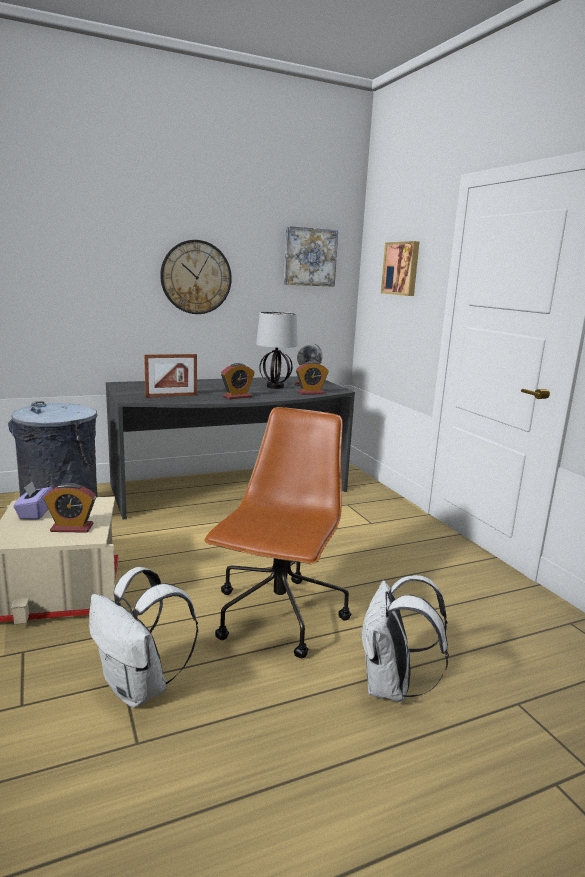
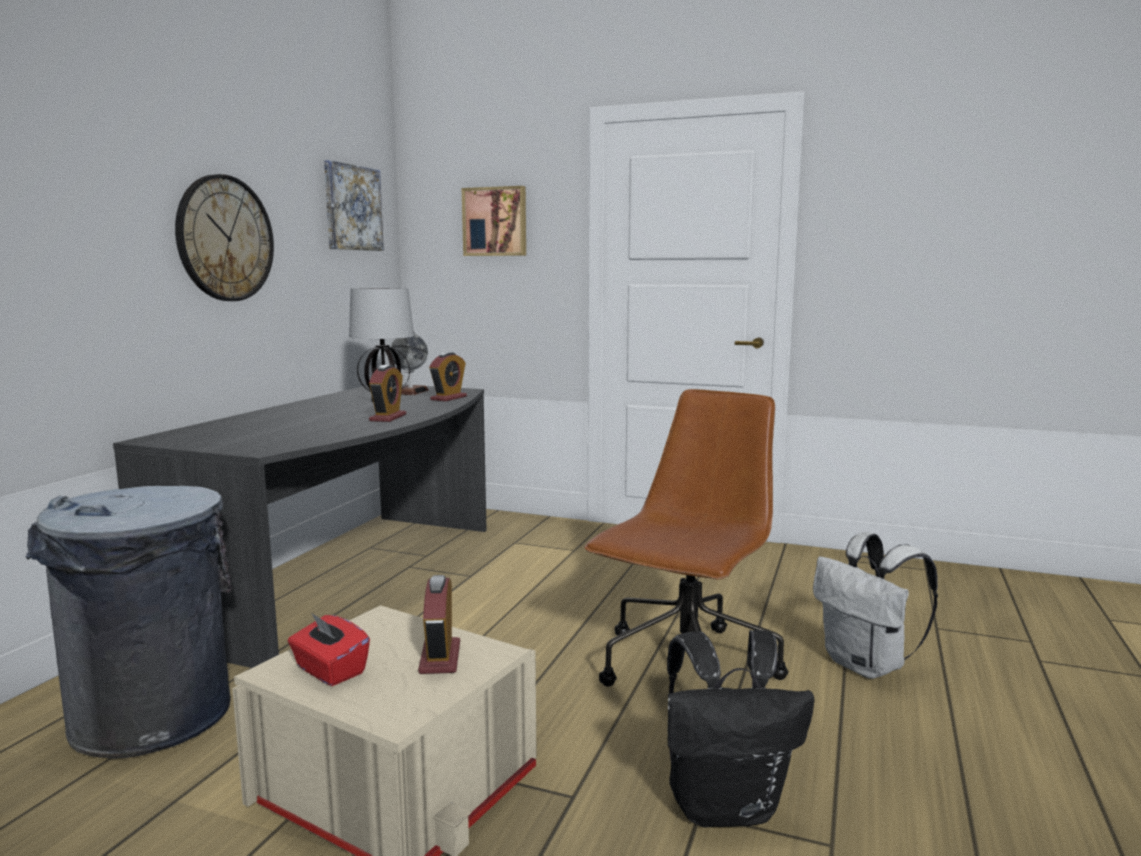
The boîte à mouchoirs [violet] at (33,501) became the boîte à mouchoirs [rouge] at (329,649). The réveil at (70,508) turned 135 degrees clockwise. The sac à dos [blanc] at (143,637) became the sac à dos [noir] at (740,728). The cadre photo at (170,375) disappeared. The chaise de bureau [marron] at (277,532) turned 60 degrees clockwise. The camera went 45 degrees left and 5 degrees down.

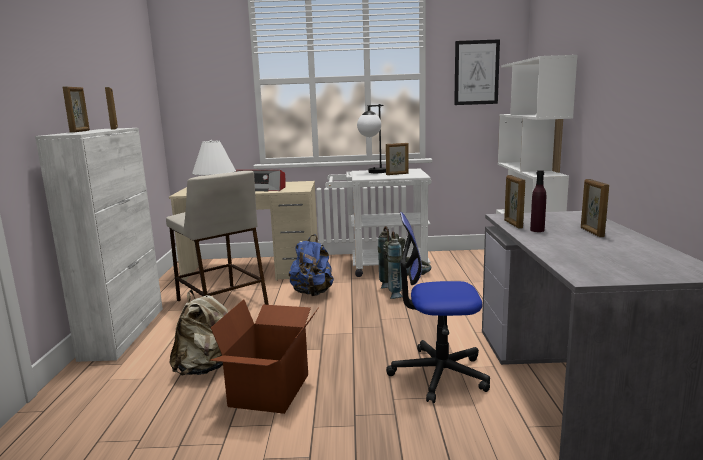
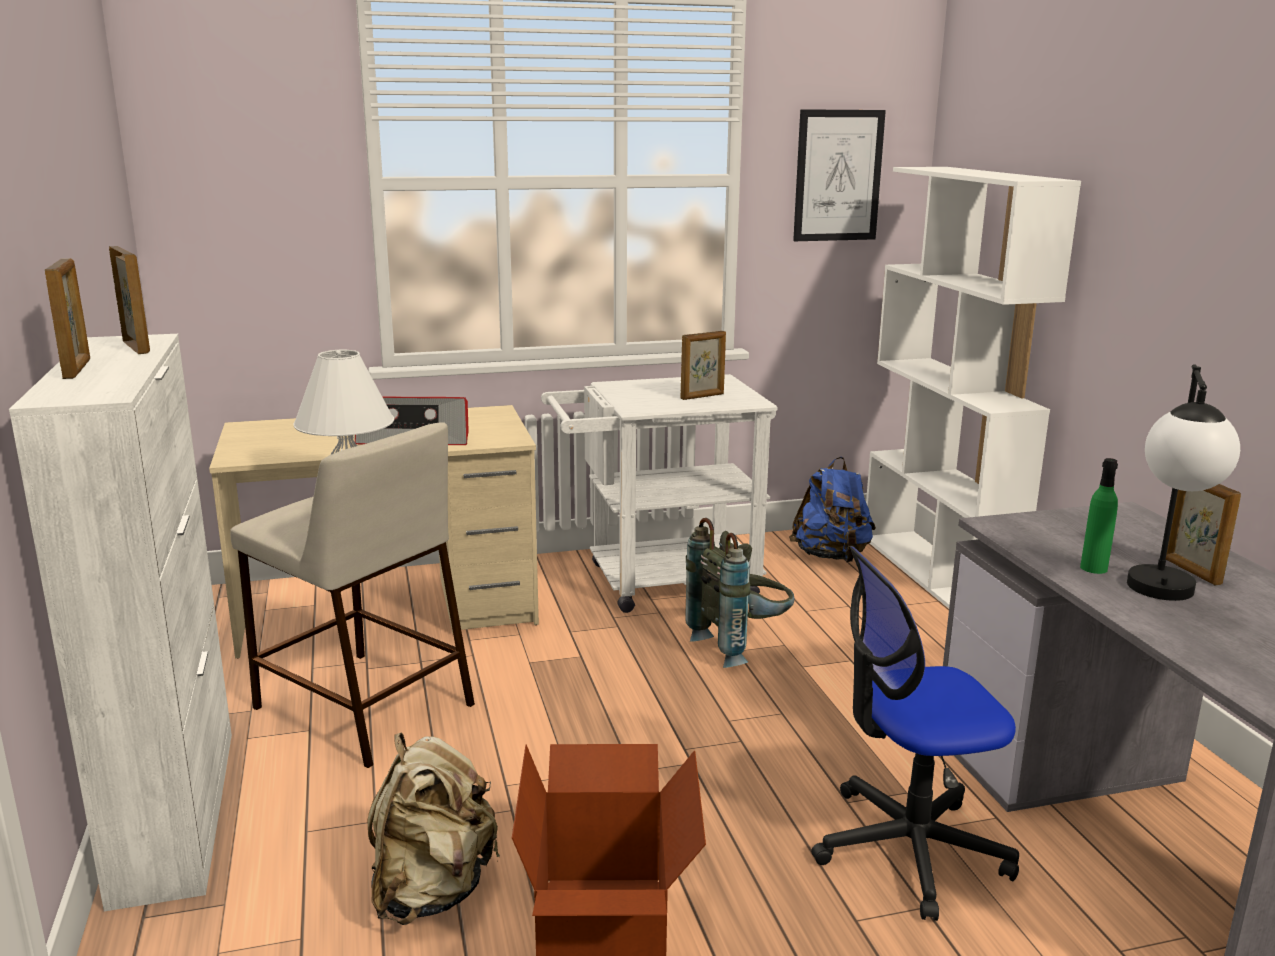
The sac à dos [bleu] moved from (311,265) to (832,509). The lampe de table moved from (371,138) to (1183,482). The cadre photo at (514,202) disappeared. The bouteille [violet] at (538,201) became the bouteille [vert] at (1099,516). The camera went 15 degrees left and 5 degrees up.

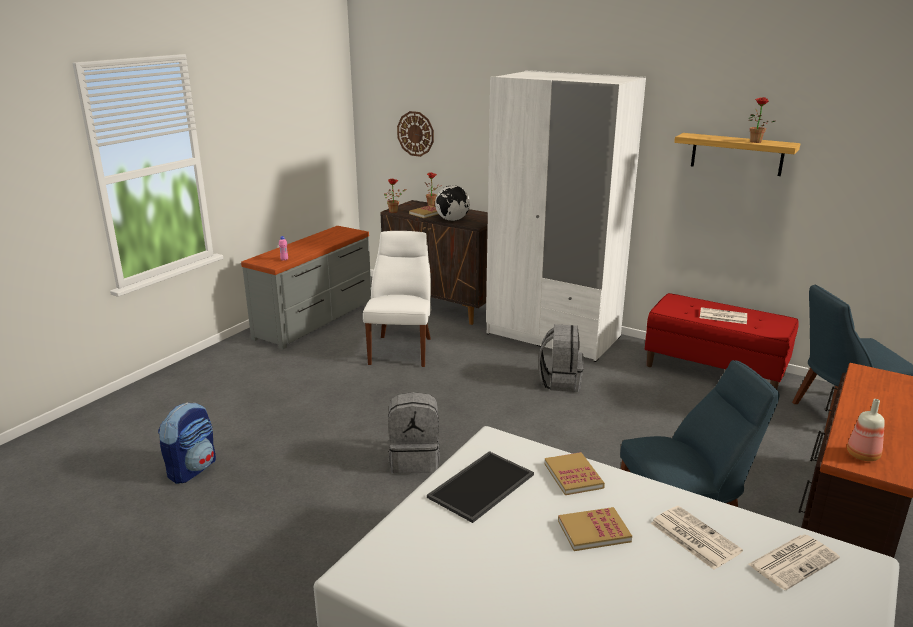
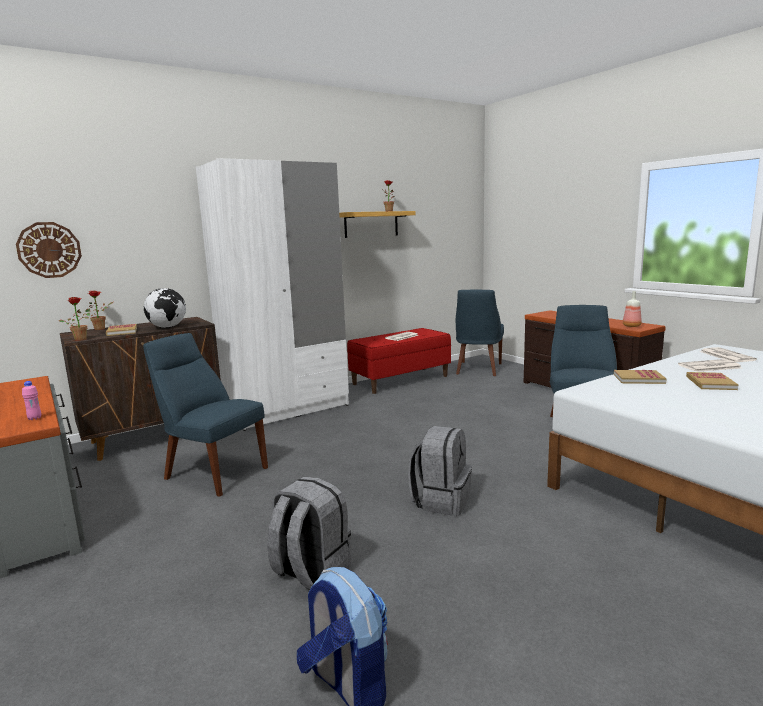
The chaise [blanc] at (397,299) became the chaise [bleu] at (205,415). The plateau at (480,487) disappeared. The sac à dos [gris] moved from (561,358) to (309,533). The camera went 65 degrees left and 10 degrees down.

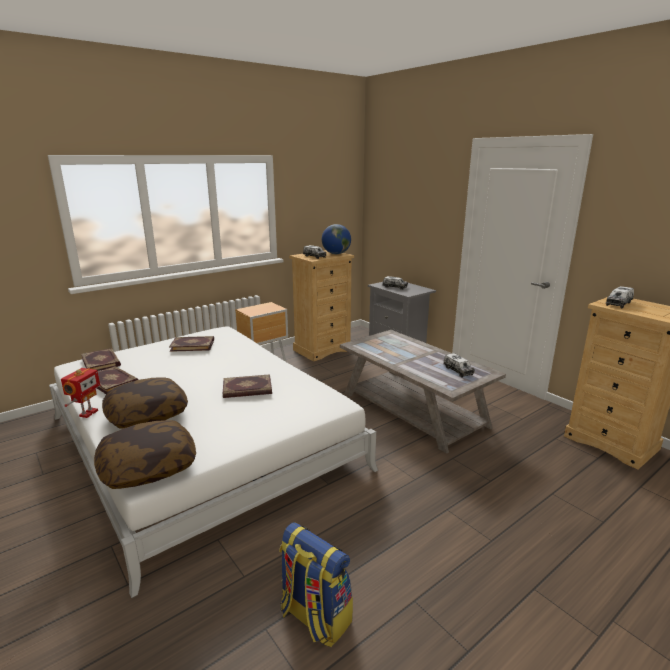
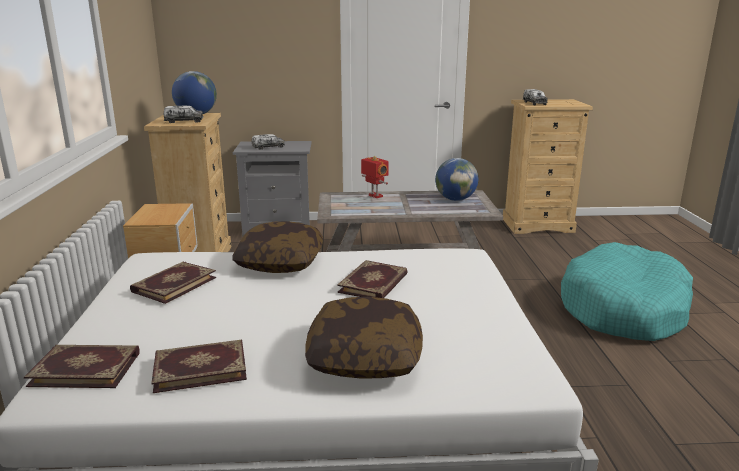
The robot jouet moved from (81,393) to (375,177). The coussin moved from (145,454) to (277,247). The sac à dos at (316,584) disappeared. The camion jouet at (459,365) was replaced by the globe at (456,179). The panier pour chien [turquoise] at (627,291) appeared. The camera went 55 degrees left and 0 degrees up.

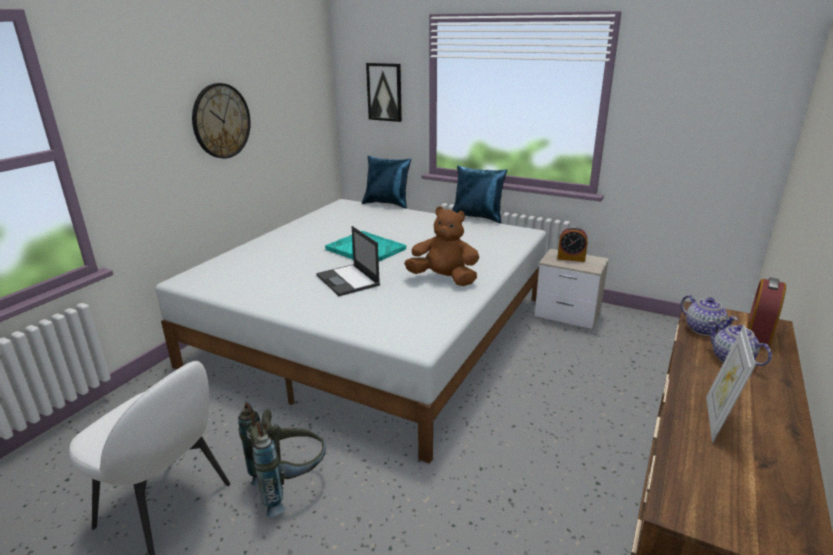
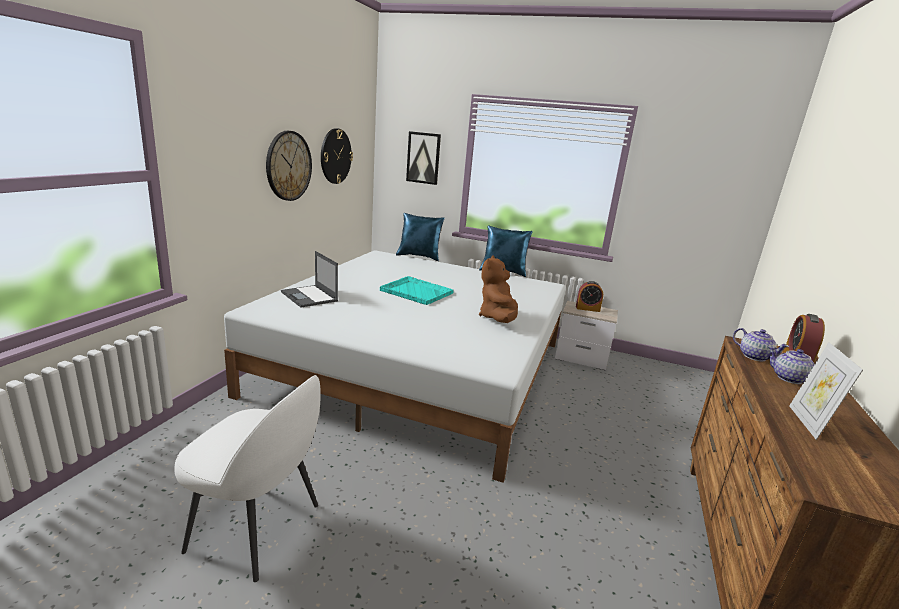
The sac à dos [gris] at (282,460) disappeared. The ordinateur portable moved from (348,261) to (309,279). The peluche [marron] at (441,246) turned 90 degrees counterclockwise. The horloge murale at (337,156) appeared. The camera went 10 degrees left and 5 degrees down.

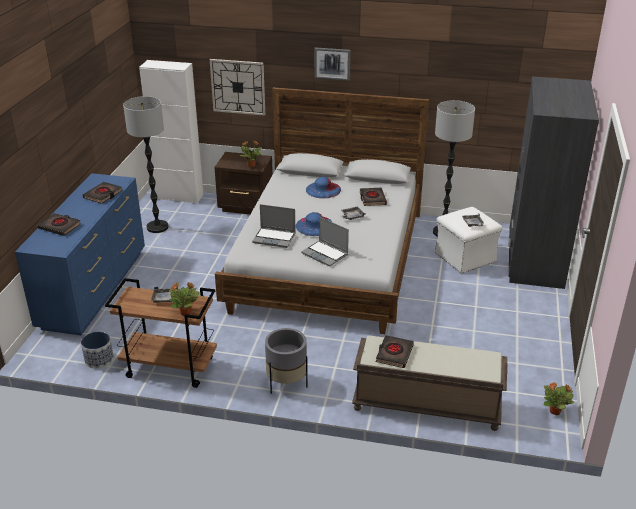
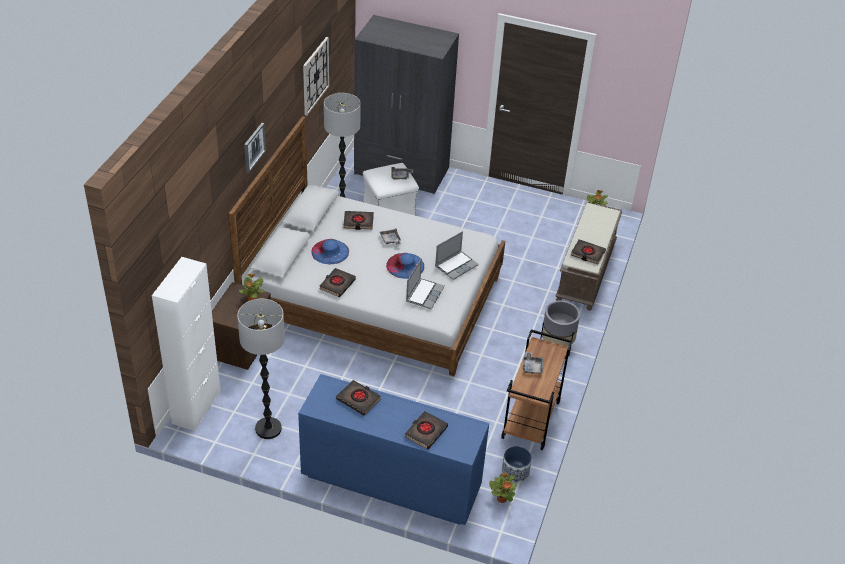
The plante en pot moved from (184,299) to (502,487). The horloge murale moved from (237,87) to (316,76). The livre [noir] at (337,282) appeared. The camera went 85 degrees left and 10 degrees up.

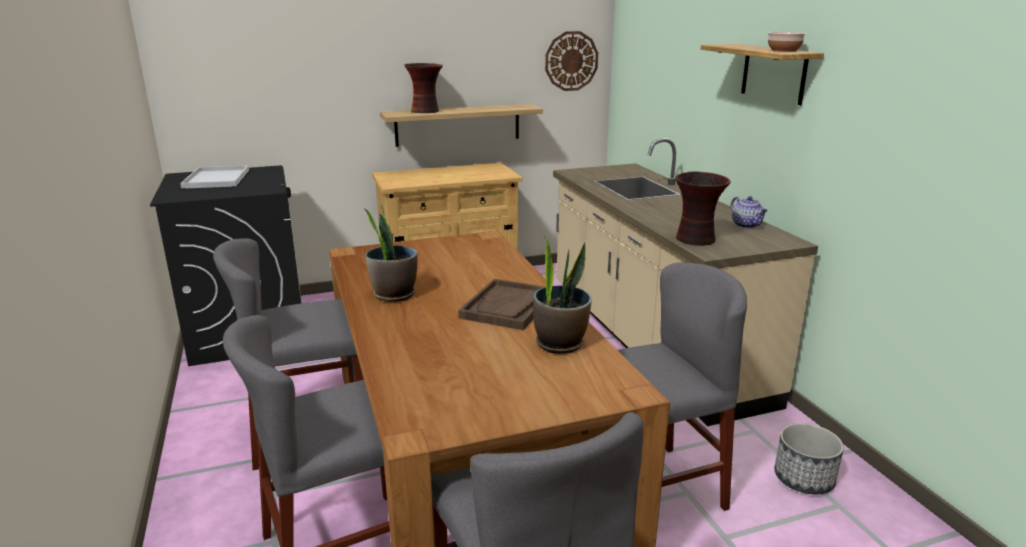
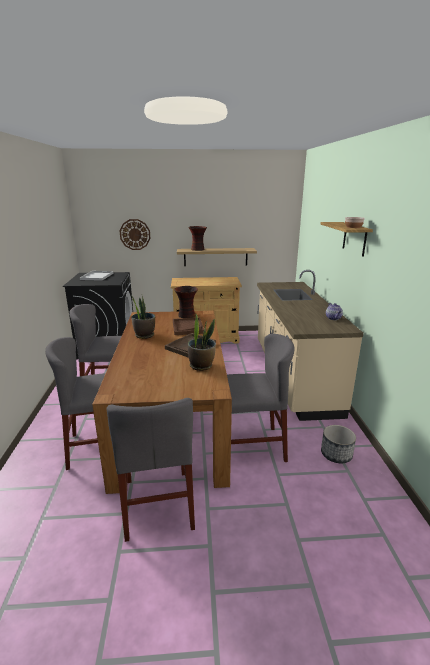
The horloge murale moved from (571,61) to (135,234). The vase moved from (703,208) to (186,302). The plateau [marron] at (188,326) appeared. The camera went 15 degrees right and 0 degrees up.

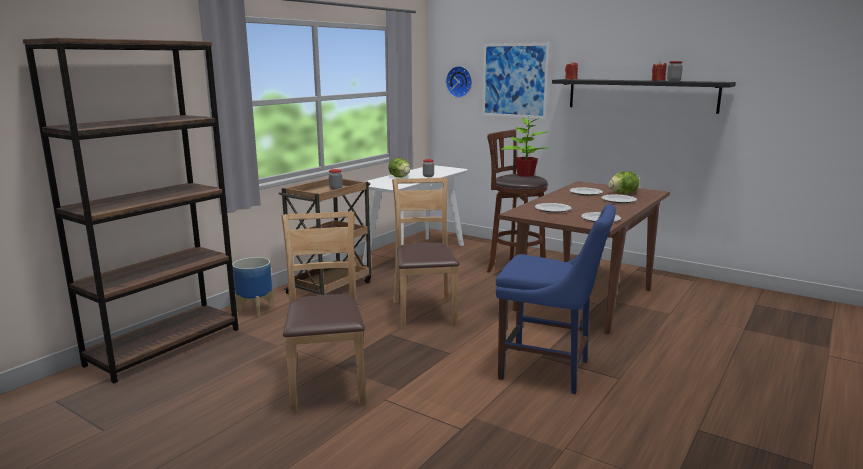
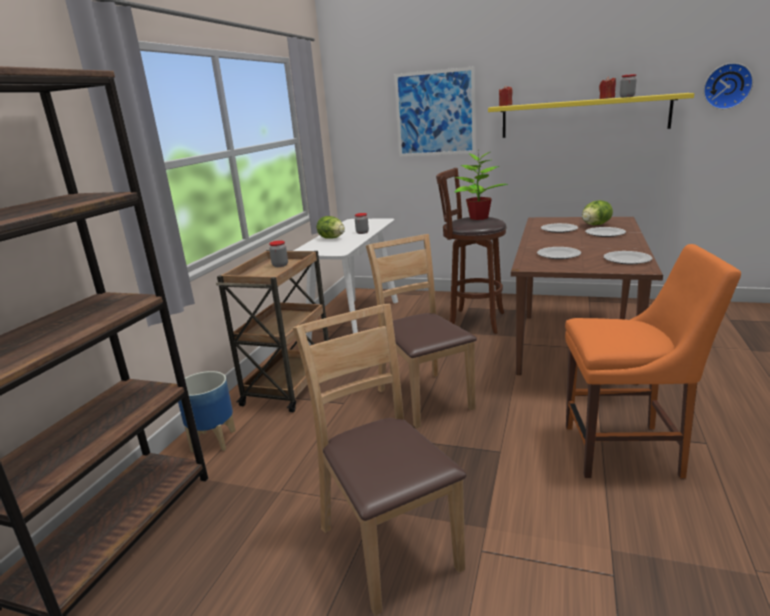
The horloge murale moved from (459,82) to (728,86). The chaise [bleu] at (556,299) became the chaise [orange] at (653,361). The étagère [noir] at (644,96) became the étagère [jaune] at (591,115). The camera went 15 degrees left and 5 degrees up.

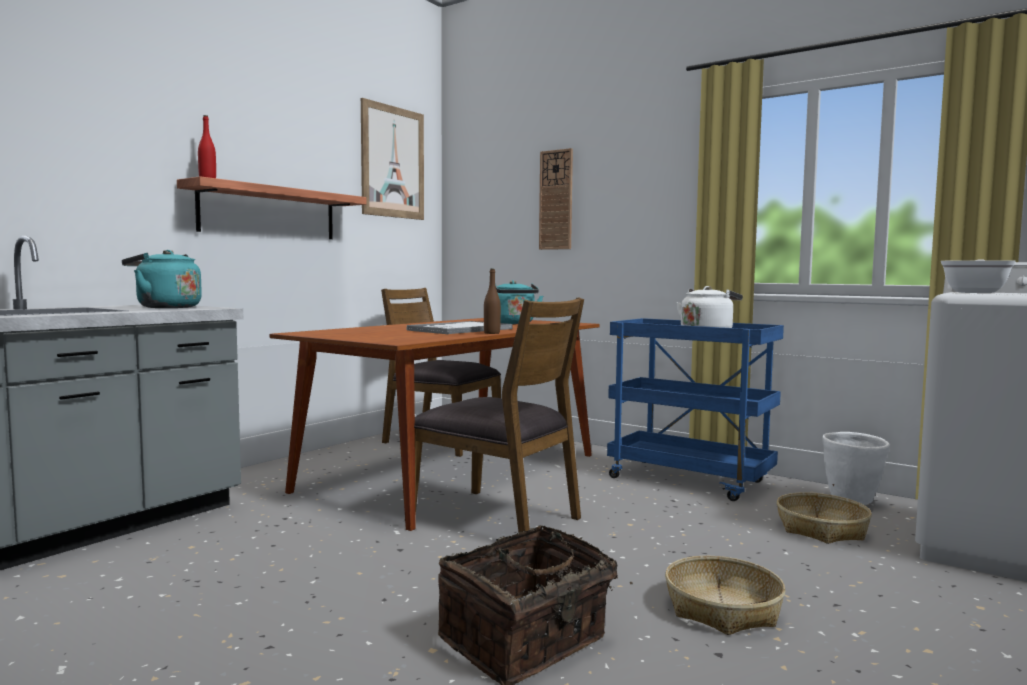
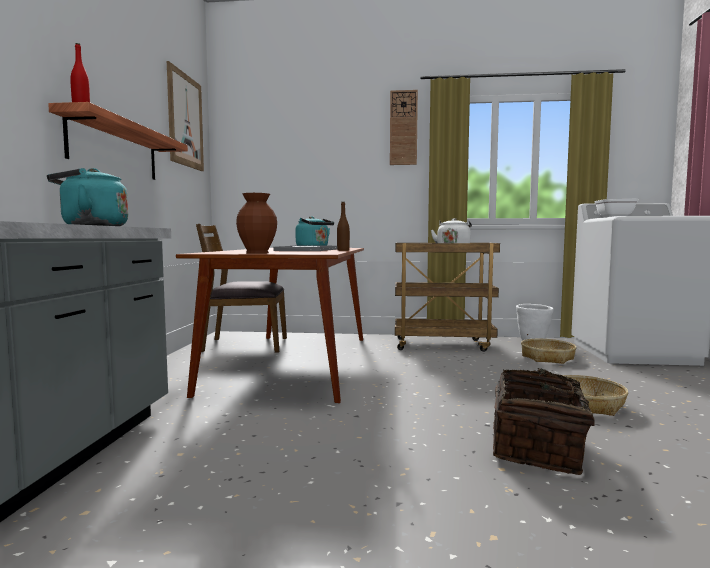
The chaise [marron] at (499,415) disappeared. The horloge murale moved from (556,199) to (404,127). The chariot [bleu] at (695,409) became the chariot [marron] at (447,297). The vase [marron] at (256,223) appeared. The camera went 30 degrees left and 0 degrees up.

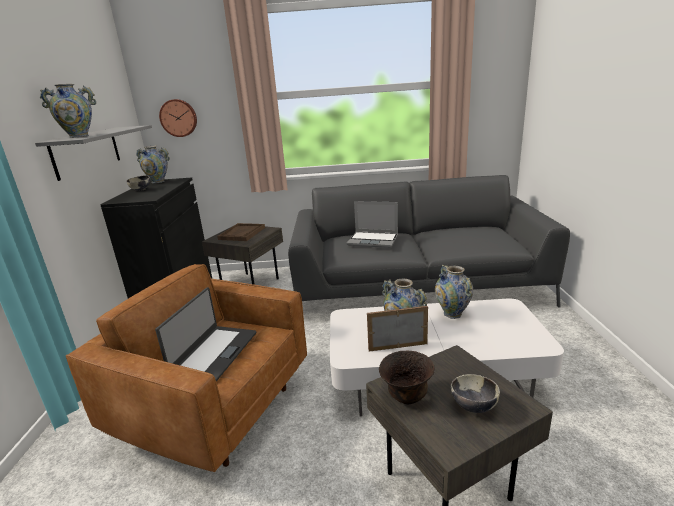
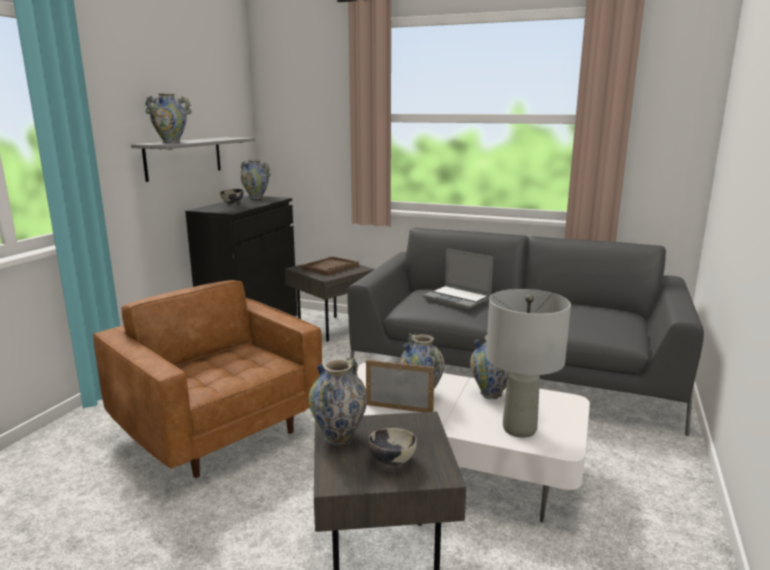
The ordinateur portable at (205,334) disappeared. The horloge murale at (178,118) disappeared. The bol [marron] at (407,377) was replaced by the vase at (338,401). The lampe de table [gris] at (528,363) appeared. The camera went 20 degrees right and 5 degrees down.

